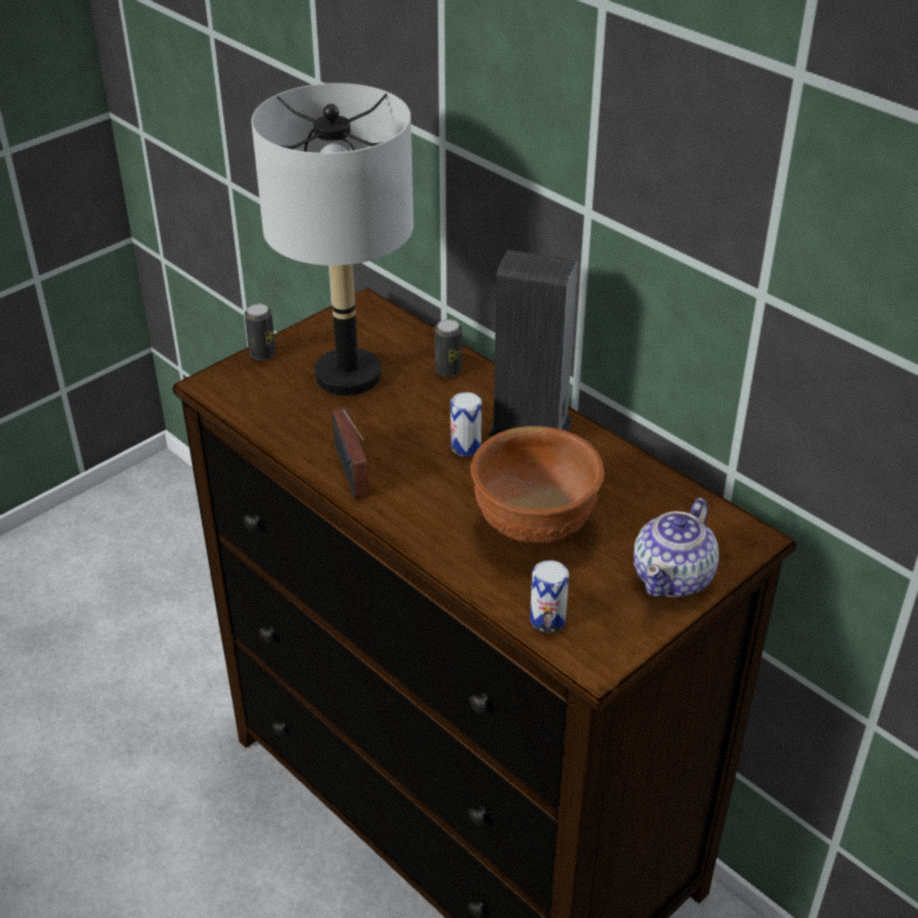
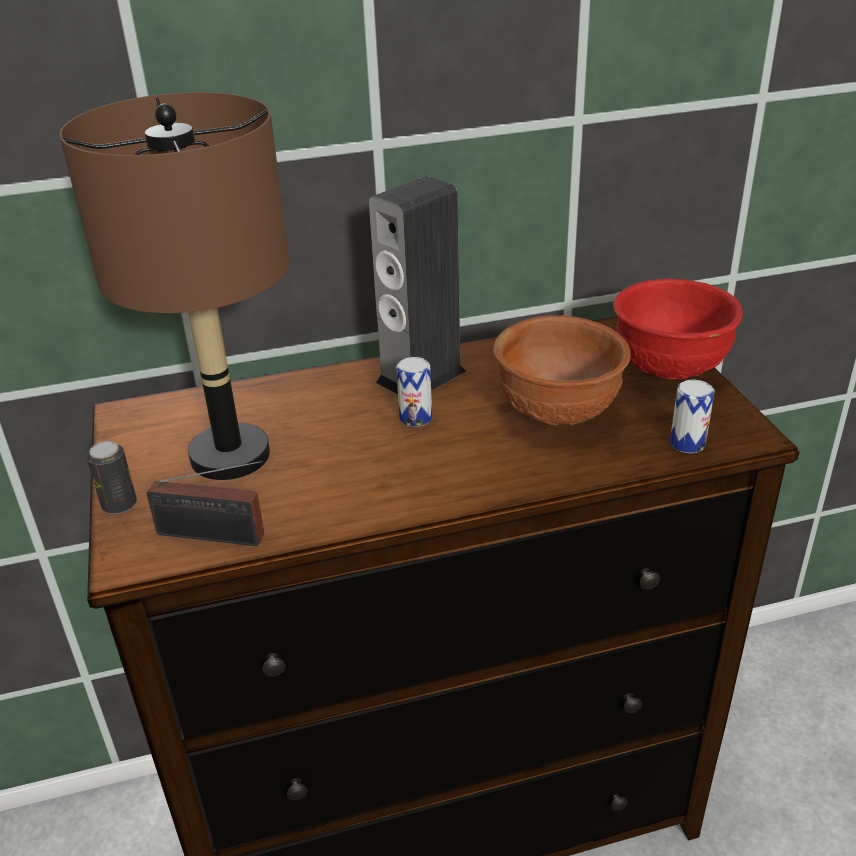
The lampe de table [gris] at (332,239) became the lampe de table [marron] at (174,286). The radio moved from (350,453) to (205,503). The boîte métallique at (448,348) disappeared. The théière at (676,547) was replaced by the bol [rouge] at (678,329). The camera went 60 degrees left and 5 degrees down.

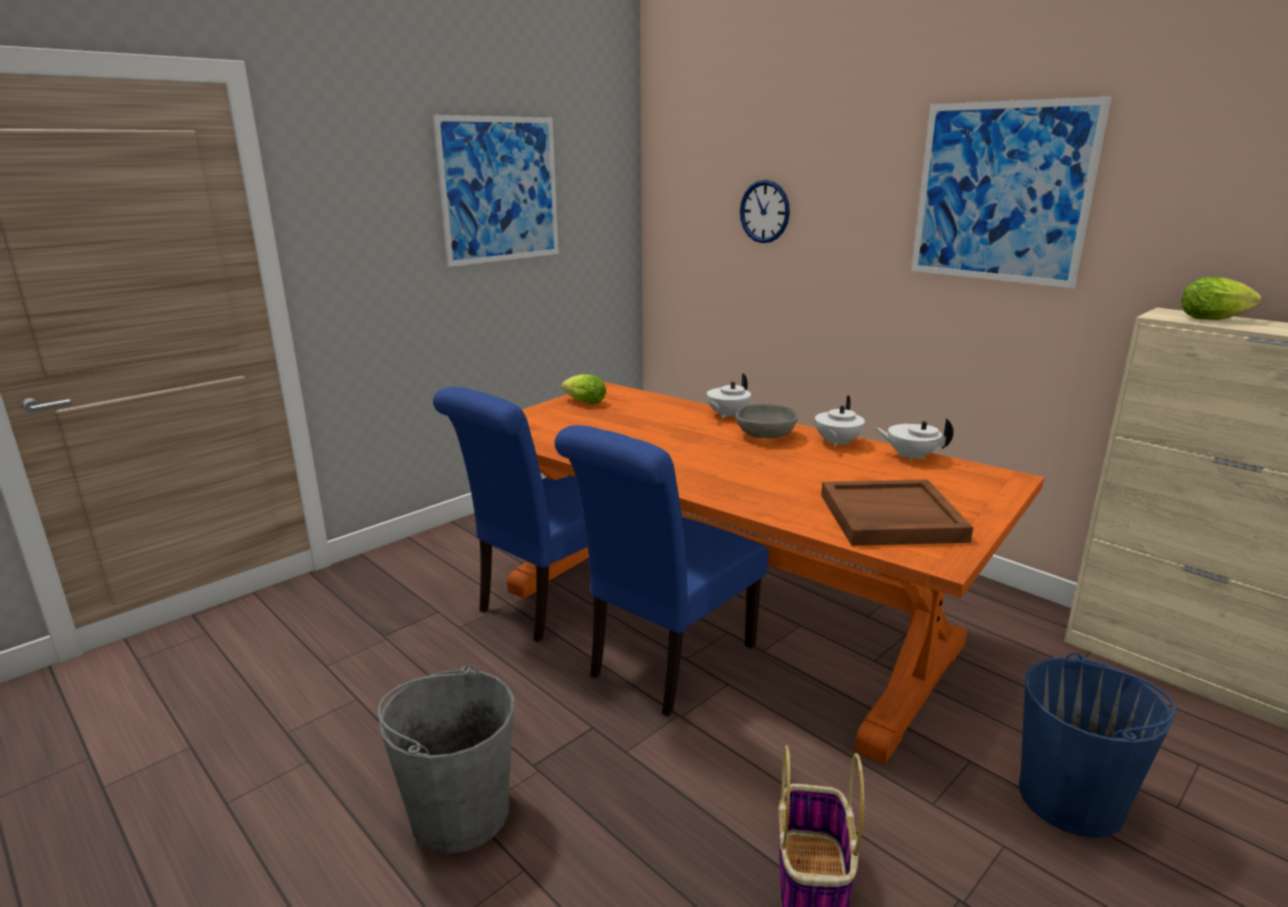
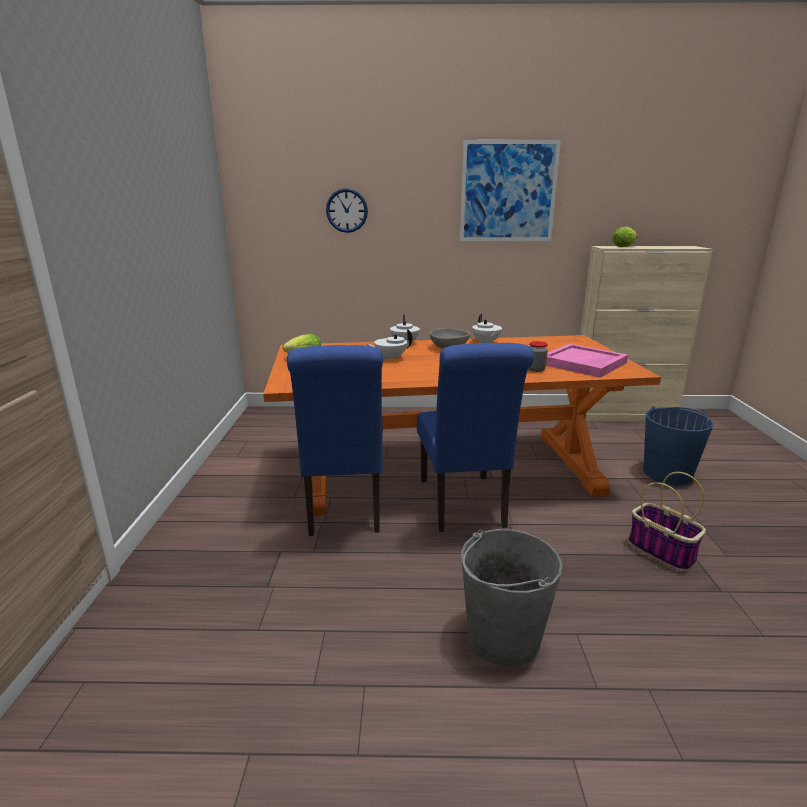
The tableau at (496,191) disappeared. The plateau [marron] at (897,513) became the plateau [rose] at (587,361). The théière [blanc] moved from (913,439) to (389,345). The bocal at (538,356) appeared. The camera went 45 degrees left and 0 degrees up.

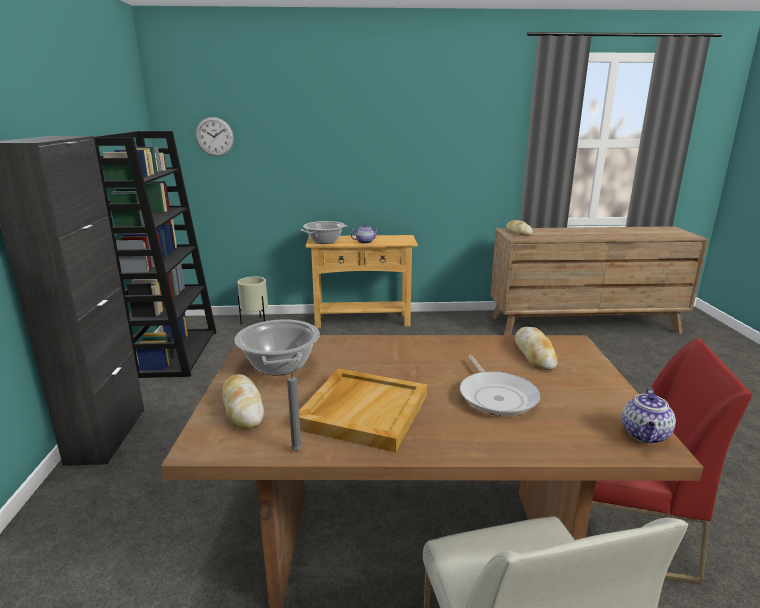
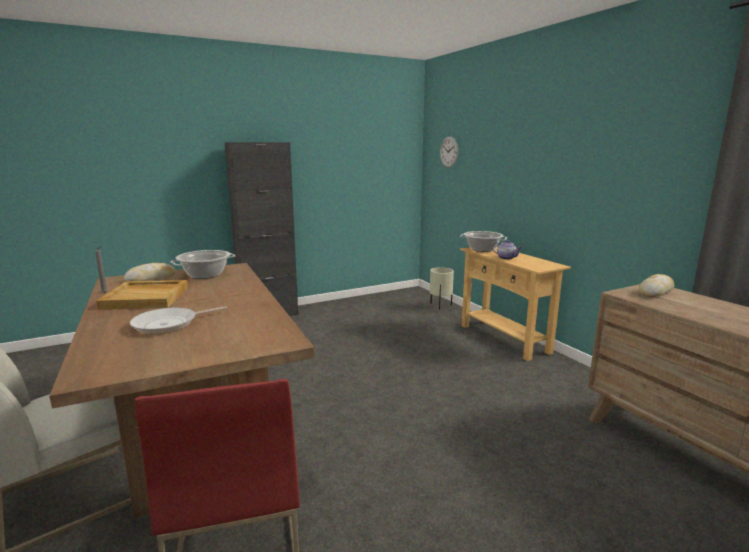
The bibliothèque [noir] at (155,254) disappeared. The pain at (536,348) disappeared. The théière at (649,415) disappeared. The camera went 65 degrees right and 5 degrees down.

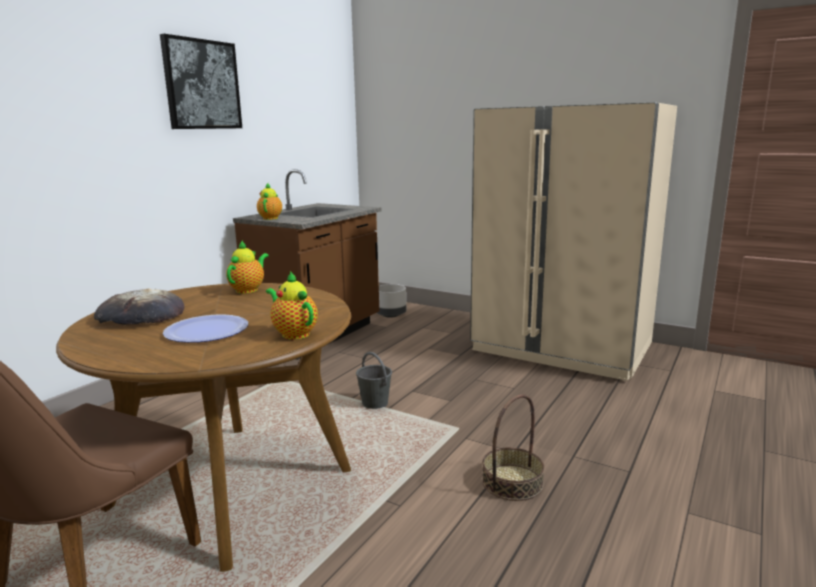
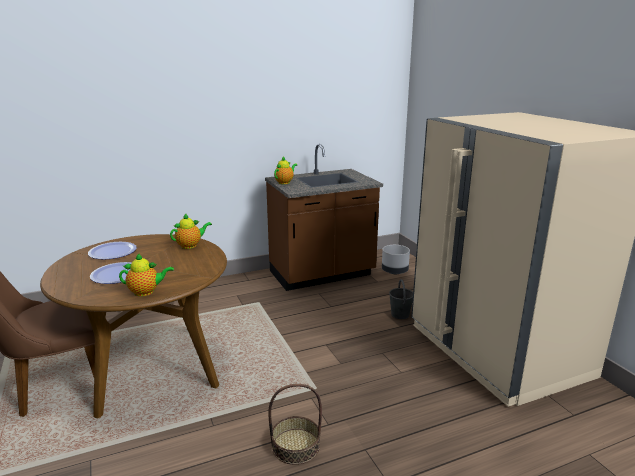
The pain at (139,306) was replaced by the assiette at (112,251). The tableau at (201,81) disappeared. The théière at (292,305) turned 90 degrees clockwise. The seau [gris] moved from (374,380) to (401,299). The camera went 35 degrees right and 5 degrees up.

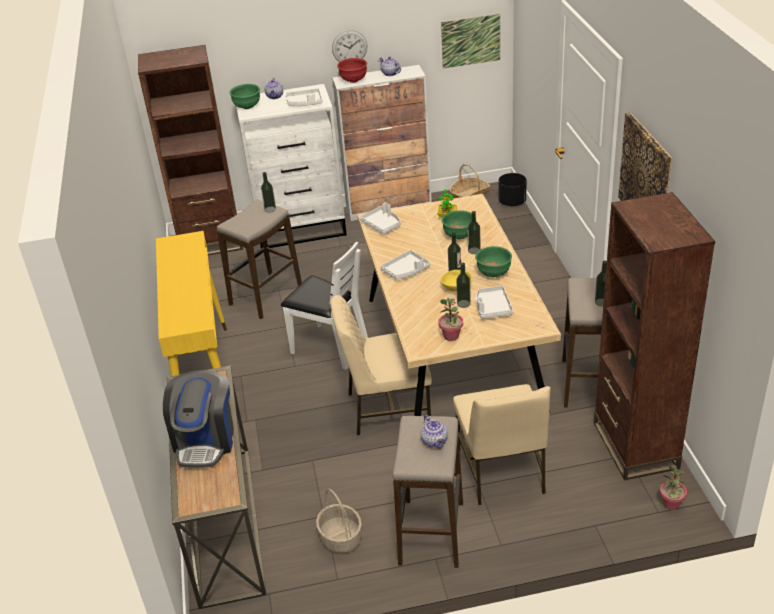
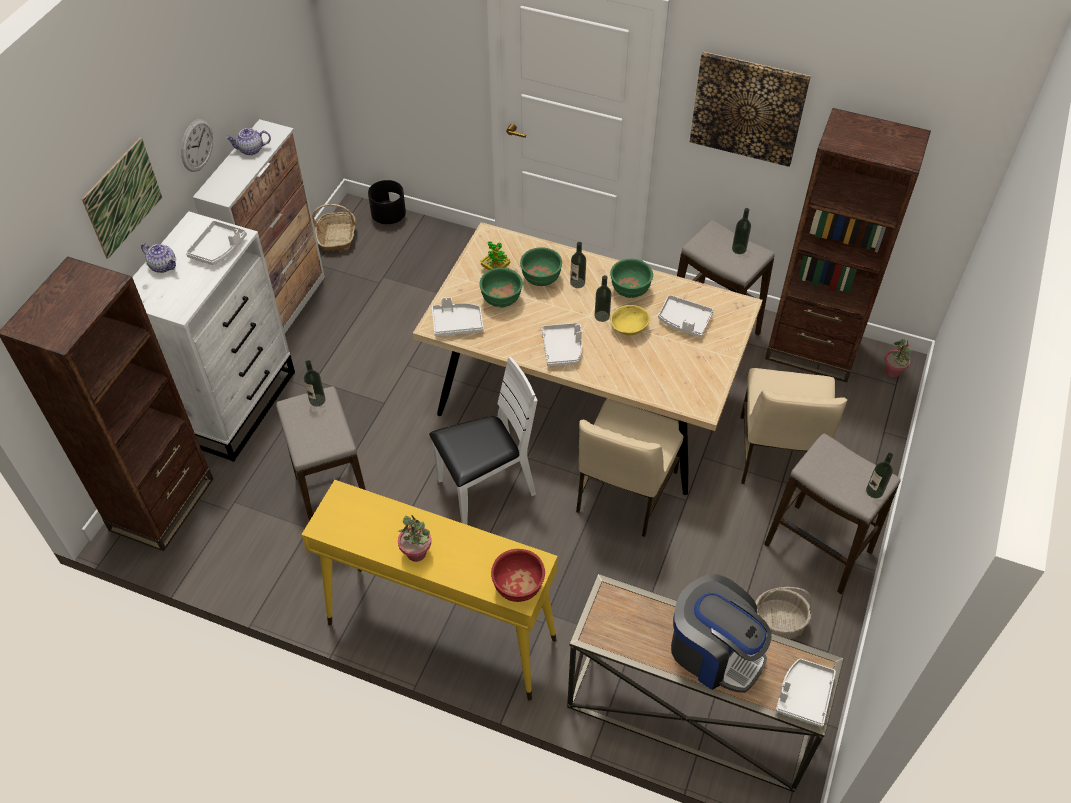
The bol [vert] moved from (245,96) to (501,288). The bol [rouge] moved from (352,70) to (518,575). The théière at (434,431) disappeared. The plante en pot moved from (450,319) to (414,538). The tableau moved from (470,41) to (122,198). The chaise [beige] at (502,444) turned 75 degrees clockwise. The bouteille moved from (463,285) to (879,475). The plateau [blanc] at (806,692) appeared. The camera went 60 degrees left and 15 degrees up.

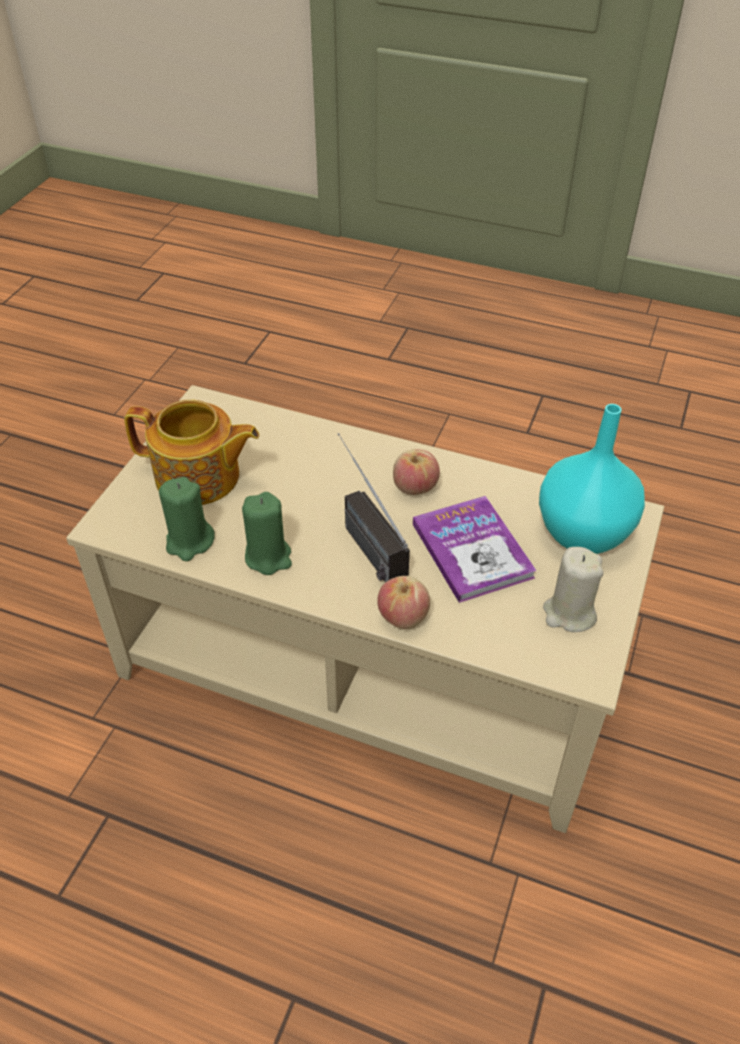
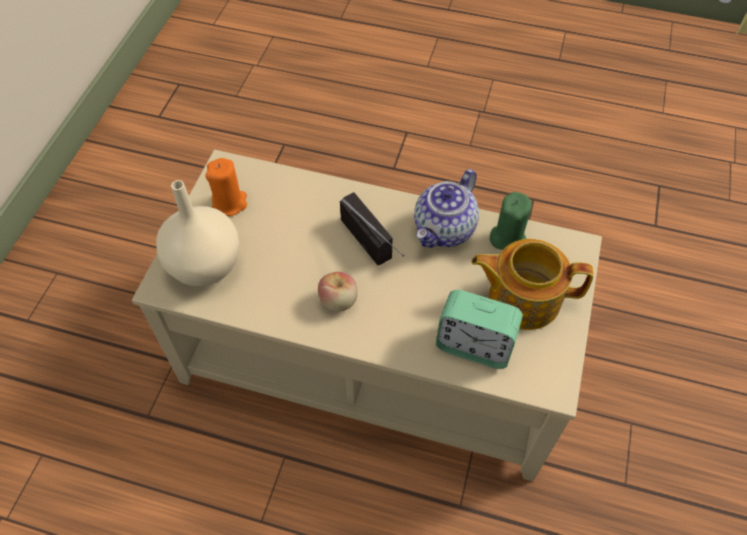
The bougie [vert] at (267,533) was replaced by the théière at (446,208). The pomme at (403,602) disappeared. The livre at (475,549) disappeared. The vase [turquoise] at (592,479) became the vase [beige] at (198,233). The bougie [beige] at (573,589) became the bougie [orange] at (226,187). The réveil at (479,329) appeared. The camera went 175 degrees right and 10 degrees up.

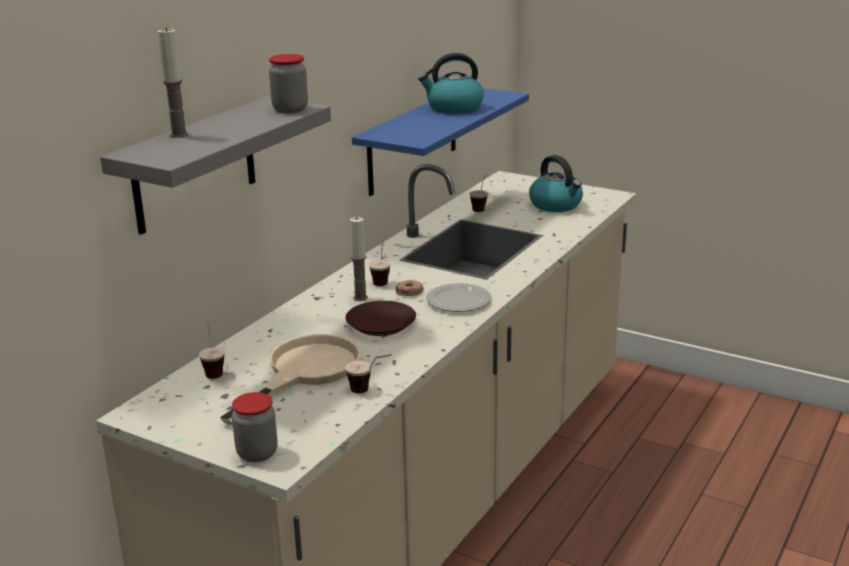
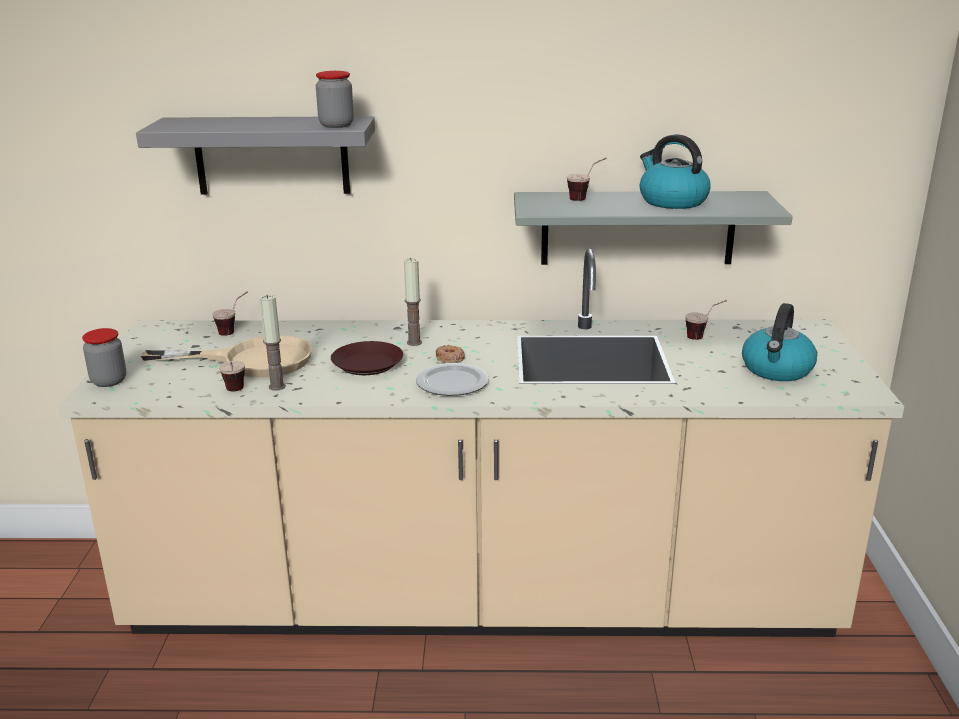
The bougie moved from (173,82) to (272,343). The étagère [bleu] at (440,142) became the étagère [gris] at (653,228). The tasse moved from (379,263) to (587,179). The camera went 60 degrees right and 0 degrees up.

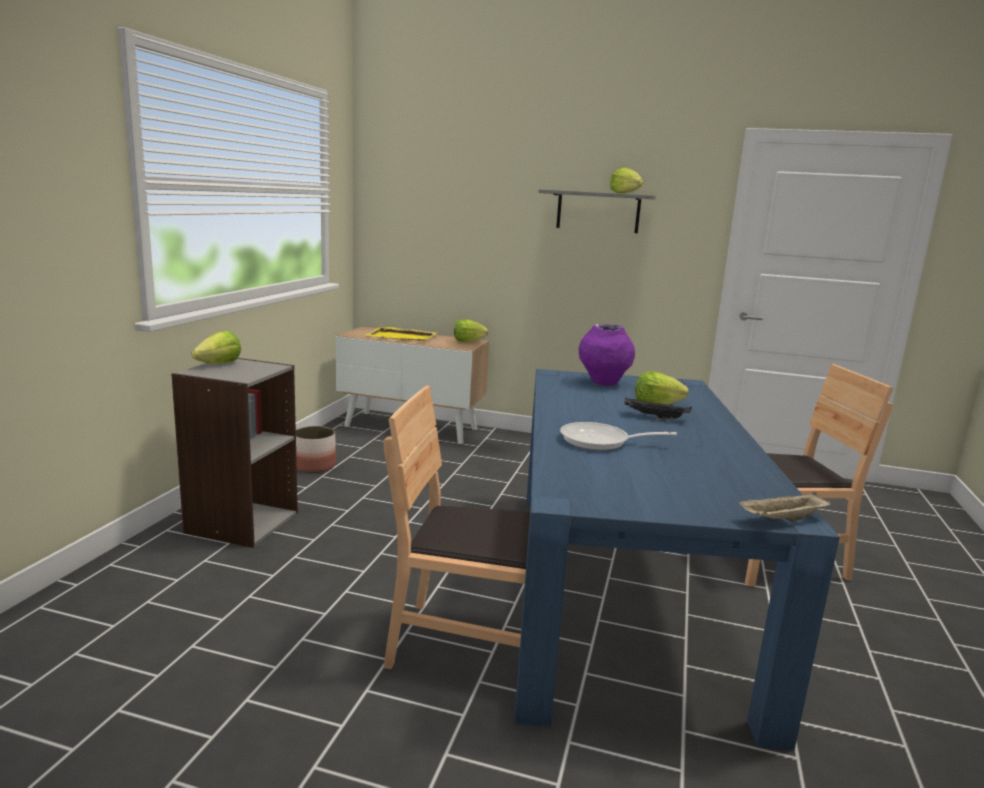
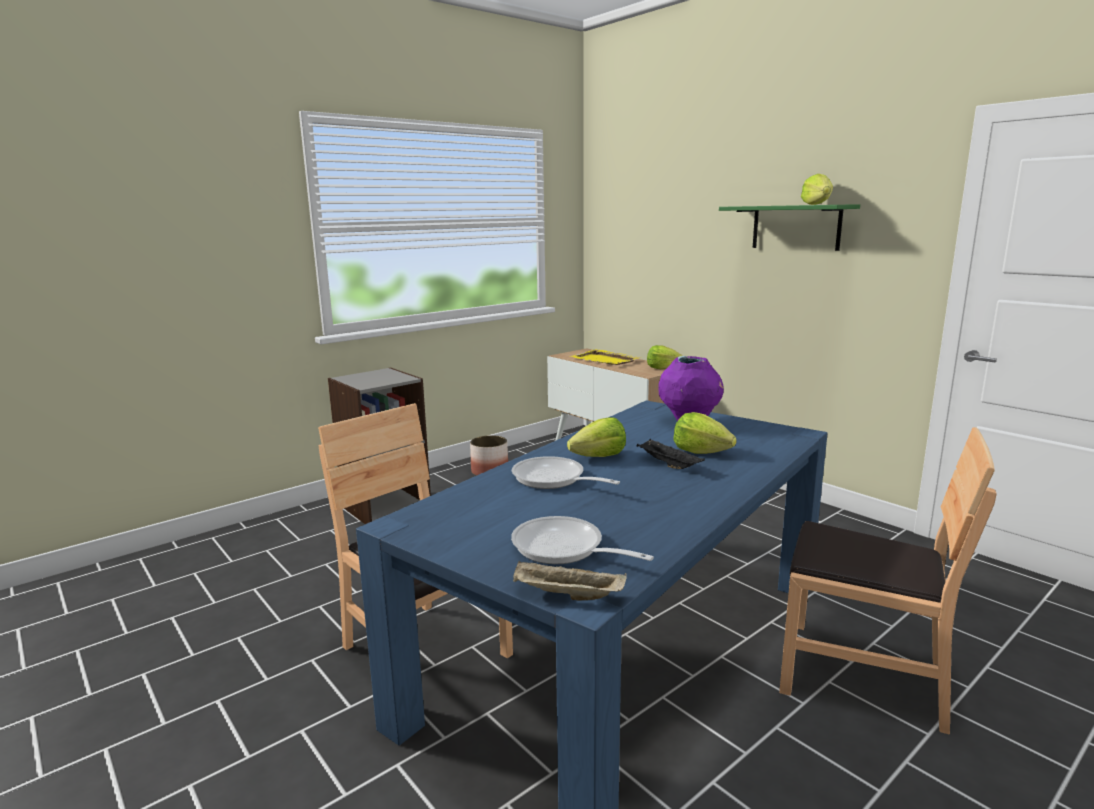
The laitue moved from (216,347) to (596,437). The étagère [gris] at (597,211) became the étagère [vert] at (789,227). The poêle at (582,540) appeared. The camera went 35 degrees right and 0 degrees up.

